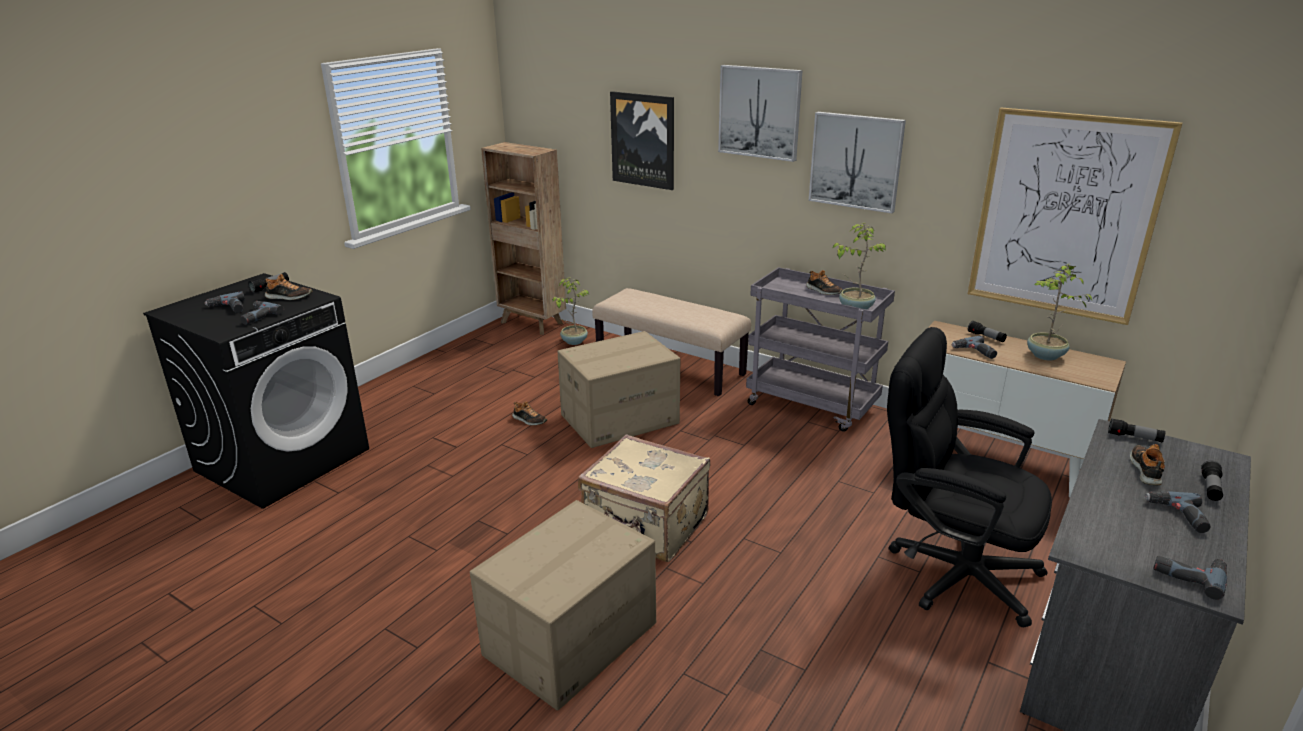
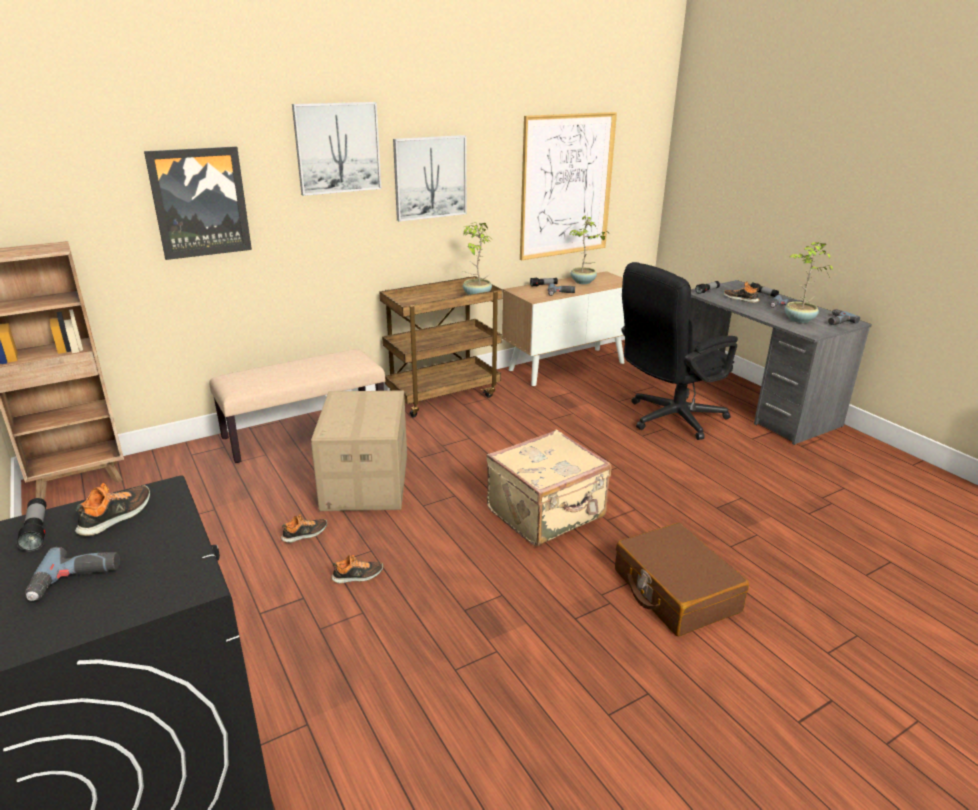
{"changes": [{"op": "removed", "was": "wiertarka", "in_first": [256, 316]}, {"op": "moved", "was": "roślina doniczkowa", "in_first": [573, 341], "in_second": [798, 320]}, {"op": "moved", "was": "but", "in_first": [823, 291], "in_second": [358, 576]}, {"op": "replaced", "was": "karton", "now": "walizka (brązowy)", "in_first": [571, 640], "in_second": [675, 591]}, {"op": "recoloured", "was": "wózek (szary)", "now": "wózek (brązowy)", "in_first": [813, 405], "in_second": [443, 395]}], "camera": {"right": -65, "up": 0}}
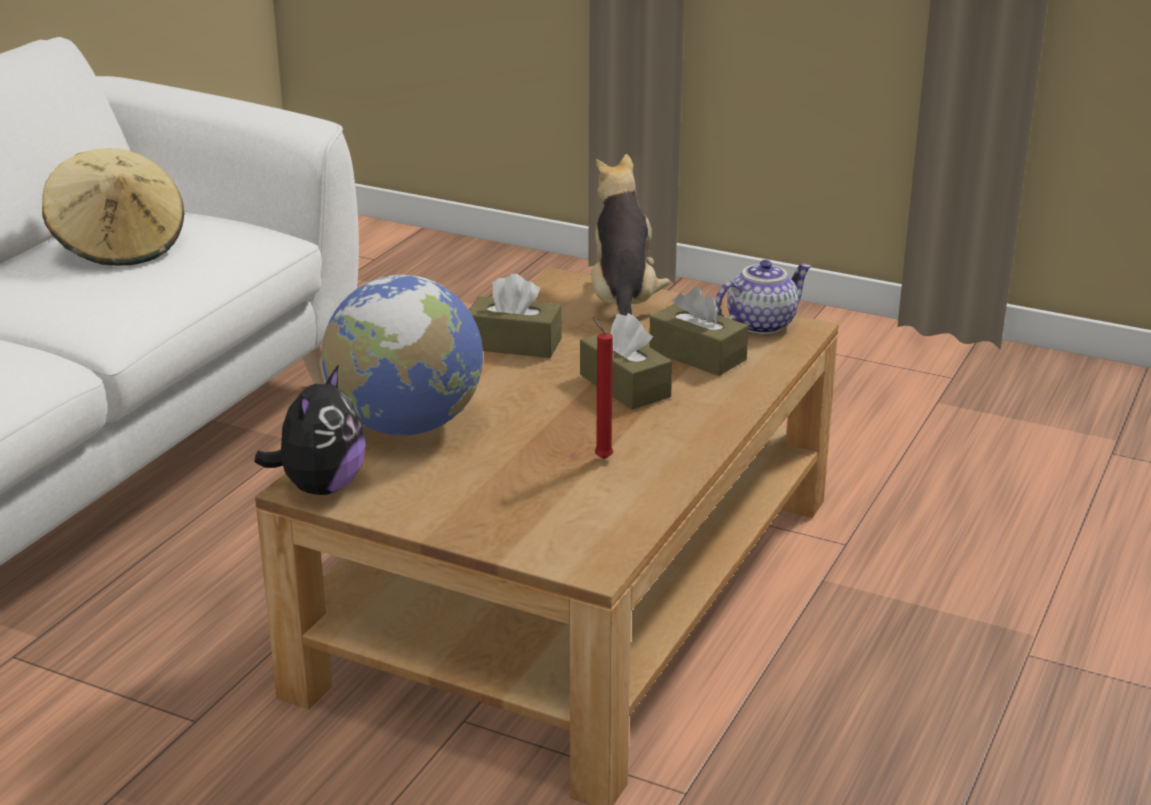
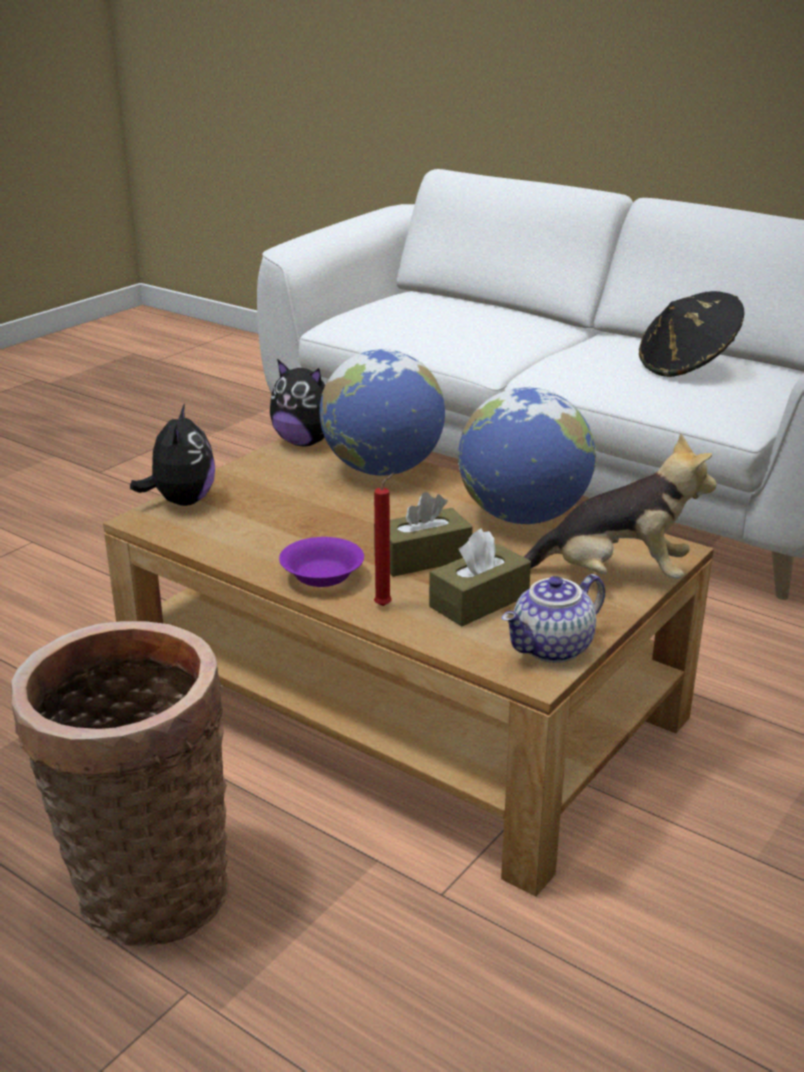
{"changes": [{"op": "added", "now": "koszyk", "in_second": [144, 889]}, {"op": "added", "now": "pluszak", "in_second": [181, 501]}, {"op": "added", "now": "miska (fioletowy)", "in_second": [321, 577]}, {"op": "moved", "was": "świeca (czerwony)", "in_first": [601, 457], "in_second": [385, 605]}, {"op": "replaced", "was": "pudełko chusteczek (brązowy)", "now": "globus", "in_first": [514, 344], "in_second": [523, 517]}, {"op": "recoloured", "was": "kapelusz (beżowy)", "now": "kapelusz (czarny)", "in_first": [119, 247], "in_second": [687, 366]}, {"op": "turned", "was": "imbryk", "in_first": [760, 324], "in_second": [553, 649], "clockwise": 75}], "camera": {"right": 100, "up": 0}}
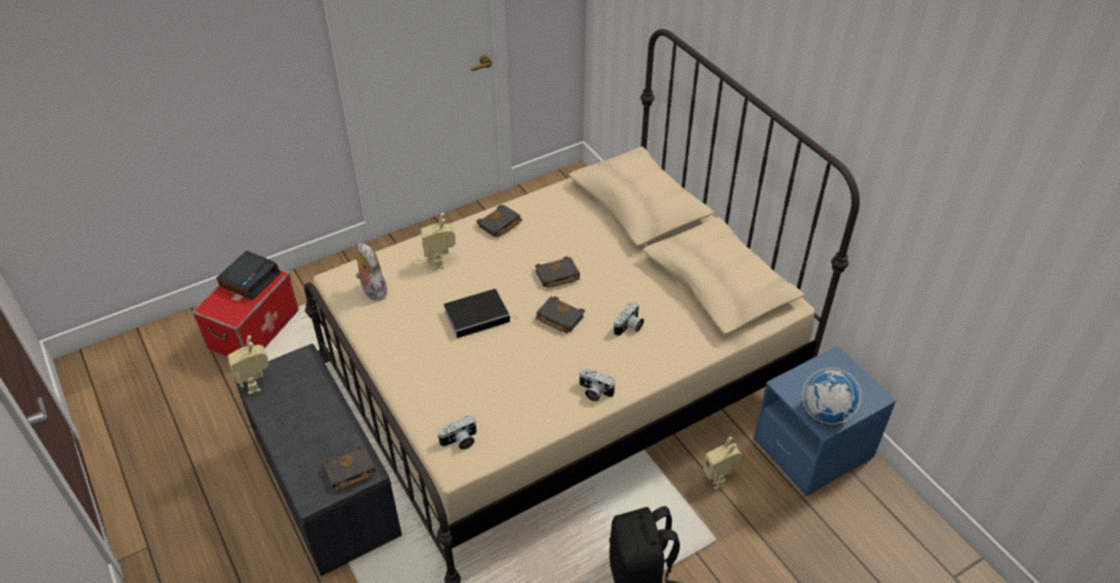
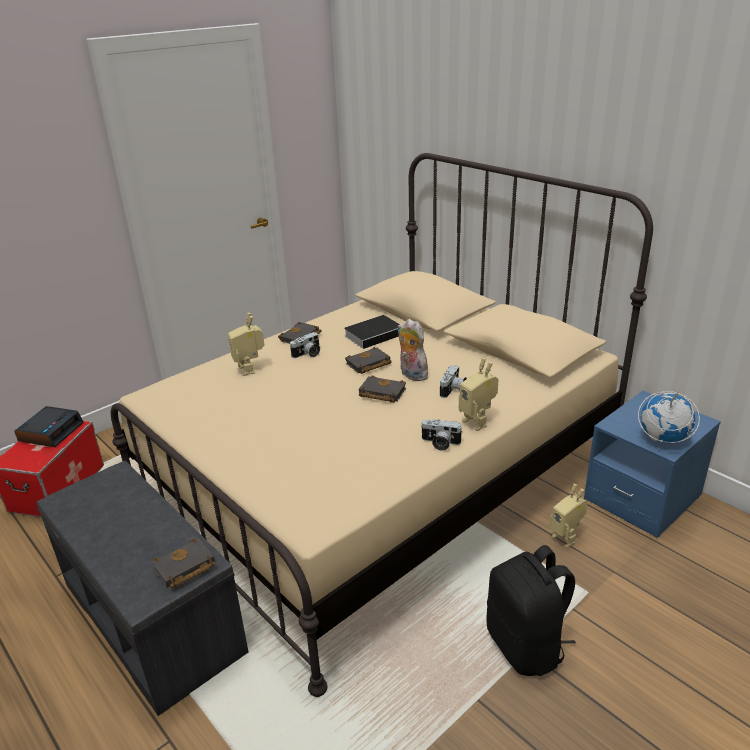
{"changes": [{"op": "moved", "was": "robot zabawkowy", "in_first": [256, 384], "in_second": [477, 422]}, {"op": "moved", "was": "pluszak", "in_first": [372, 291], "in_second": [411, 375]}, {"op": "moved", "was": "aparat fotograficzny", "in_first": [460, 441], "in_second": [308, 354]}, {"op": "moved", "was": "książka", "in_first": [478, 315], "in_second": [375, 334]}], "camera": {"right": -10, "up": -15}}
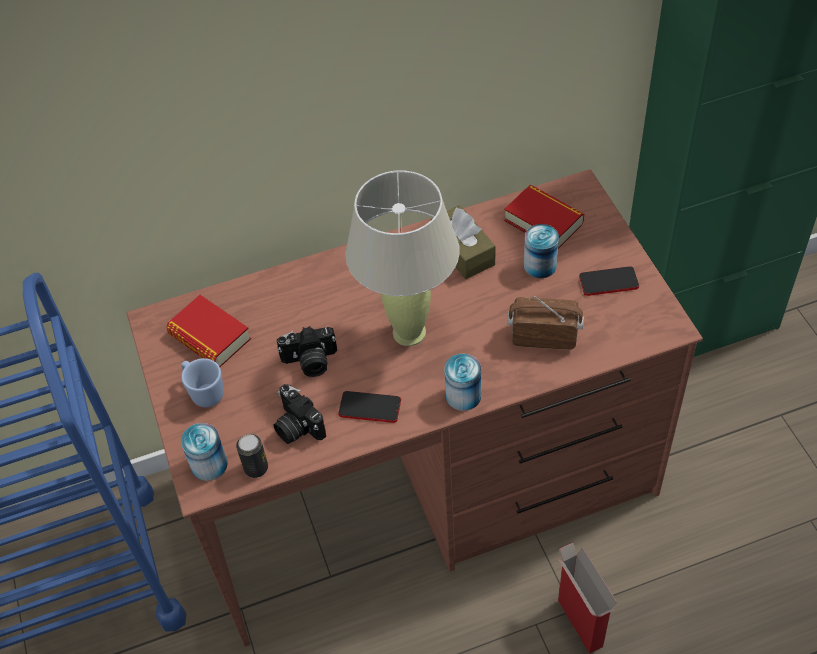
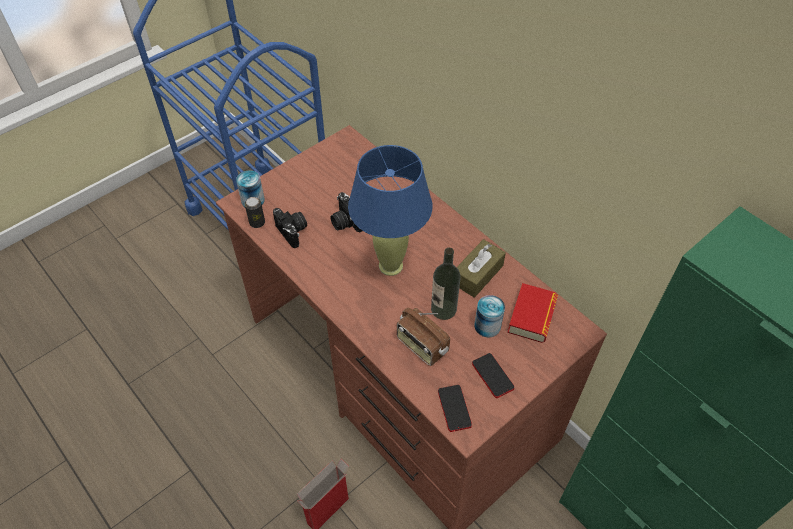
{"changes": [{"op": "removed", "was": "książka", "in_first": [210, 337]}, {"op": "removed", "was": "kubek (niebieski)", "in_first": [204, 392]}, {"op": "removed", "was": "puszka", "in_first": [463, 395]}, {"op": "added", "now": "butelka", "in_second": [443, 309]}, {"op": "moved", "was": "telefon", "in_first": [370, 408], "in_second": [454, 408]}, {"op": "recoloured", "was": "lampa stołowa (beżowy)", "now": "lampa stołowa (niebieski)", "in_first": [409, 332], "in_second": [391, 266]}, {"op": "turned", "was": "aparat fotograficzny", "in_first": [296, 427], "in_second": [293, 232], "clockwise": 120}, {"op": "turned", "was": "radio", "in_first": [544, 335], "in_second": [421, 346], "clockwise": 150}], "camera": {"right": 65, "up": 0}}
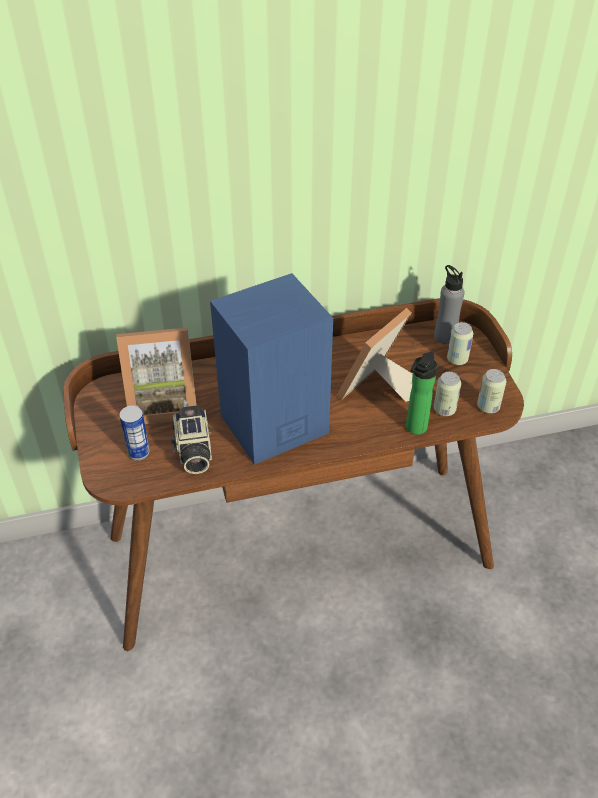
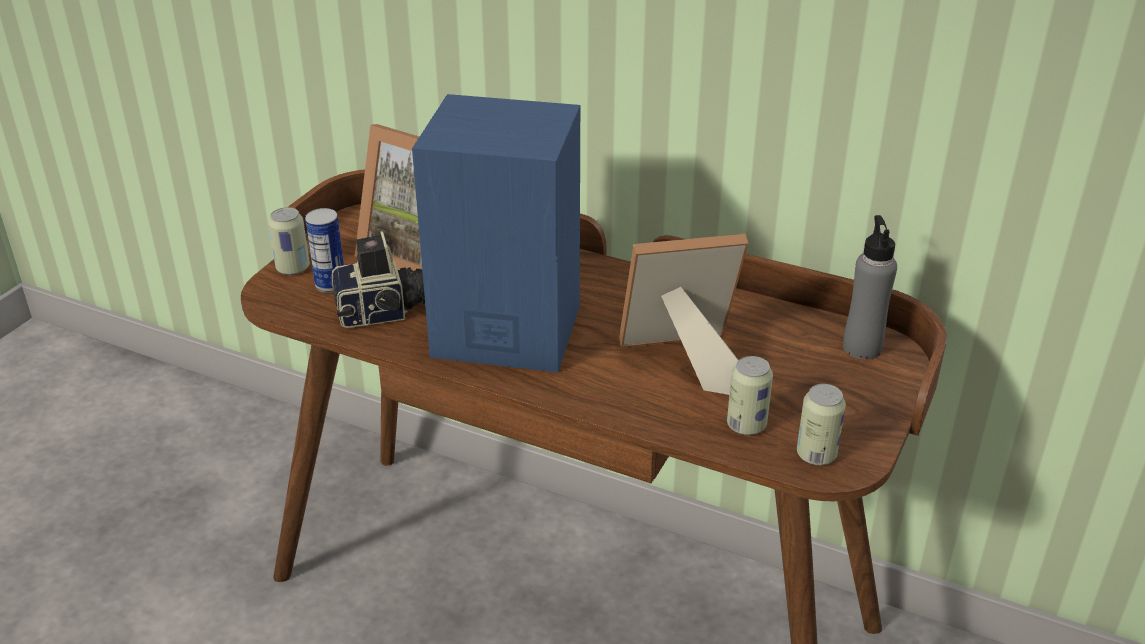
{"changes": [{"op": "removed", "was": "butelka", "in_first": [414, 429]}, {"op": "moved", "was": "puszka", "in_first": [457, 359], "in_second": [293, 268]}, {"op": "turned", "was": "aparat fotograficzny", "in_first": [193, 452], "in_second": [383, 312], "clockwise": -135}], "camera": {"right": 40, "up": -10}}
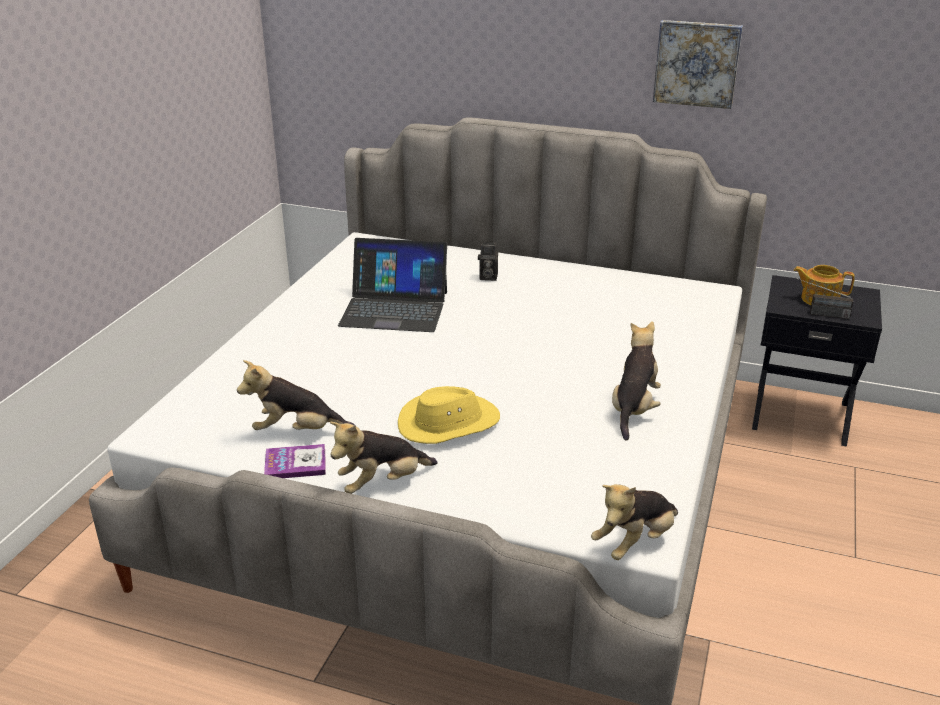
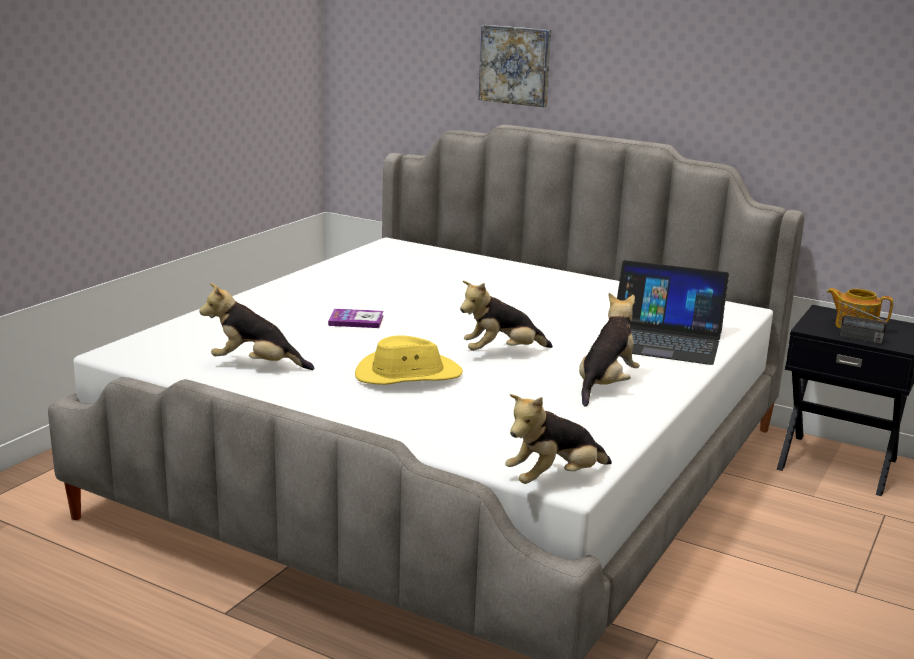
{"changes": [{"op": "removed", "was": "aparat fotograficzny", "in_first": [487, 277]}, {"op": "moved", "was": "książka", "in_first": [295, 463], "in_second": [356, 320]}, {"op": "moved", "was": "pluszak", "in_first": [382, 483], "in_second": [502, 353]}, {"op": "moved", "was": "laptop", "in_first": [394, 308], "in_second": [662, 340]}, {"op": "moved", "was": "obraz", "in_first": [697, 63], "in_second": [516, 65]}], "camera": {"right": 10, "up": -10}}
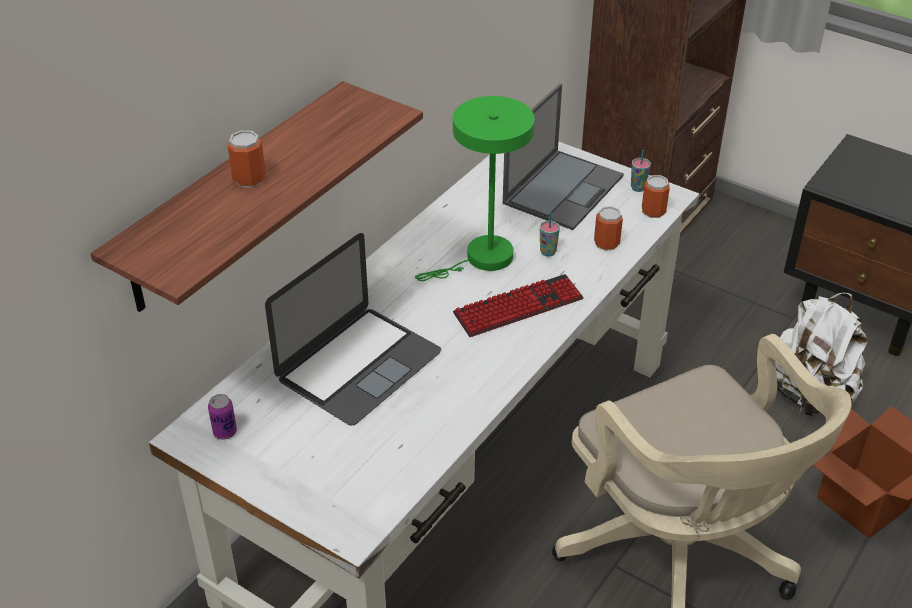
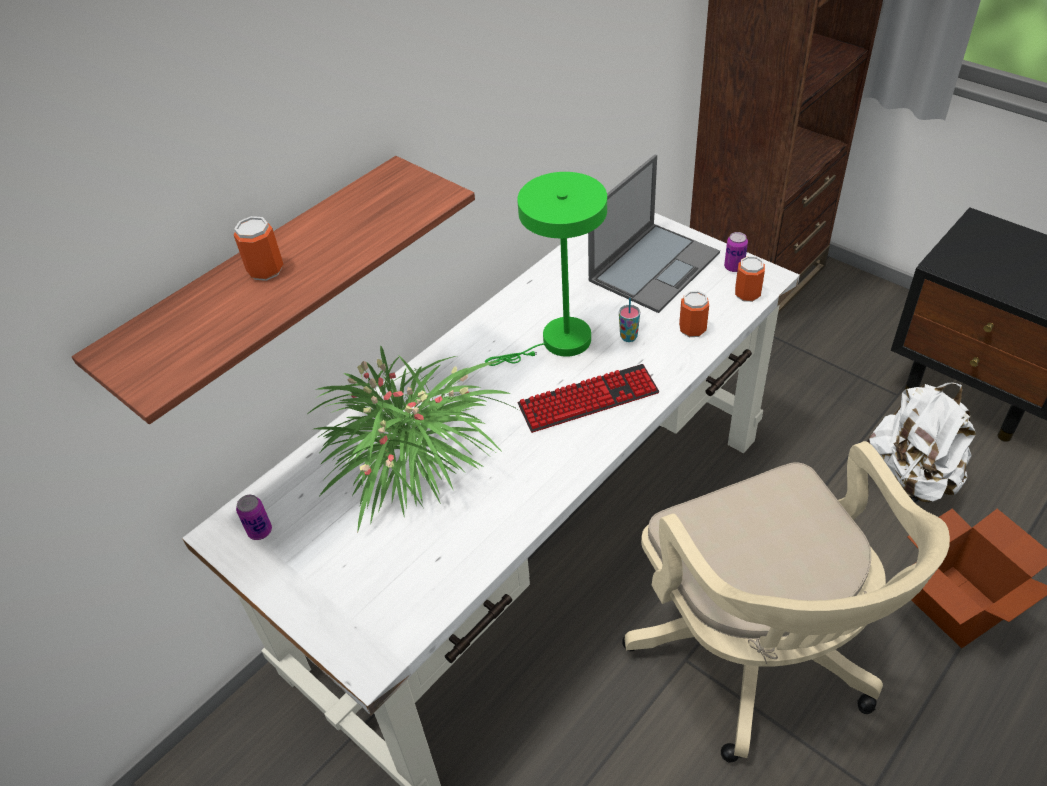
{"changes": [{"op": "replaced", "was": "laptop", "now": "roślina doniczkowa", "in_first": [358, 365], "in_second": [410, 459]}, {"op": "replaced", "was": "filiżanka", "now": "puszka", "in_first": [638, 188], "in_second": [734, 267]}], "camera": {"right": 10, "up": 5}}
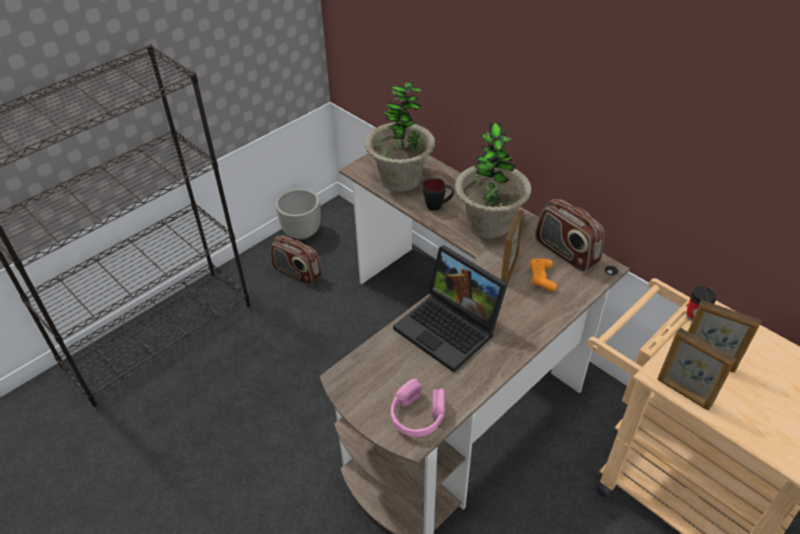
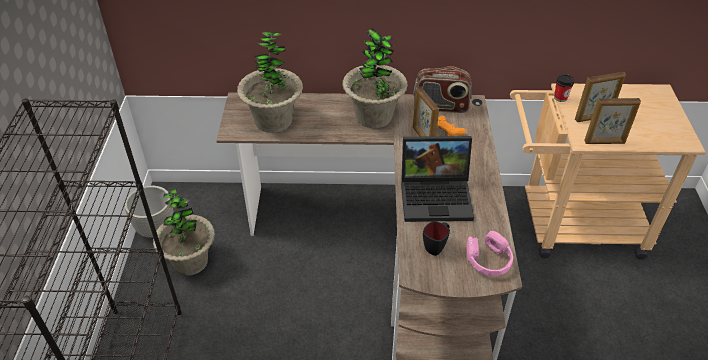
{"changes": [{"op": "moved", "was": "kubek (czarny)", "in_first": [438, 206], "in_second": [436, 246]}, {"op": "replaced", "was": "radio", "now": "roślina doniczkowa", "in_first": [297, 273], "in_second": [190, 261]}], "camera": {"right": -45, "up": 0}}
